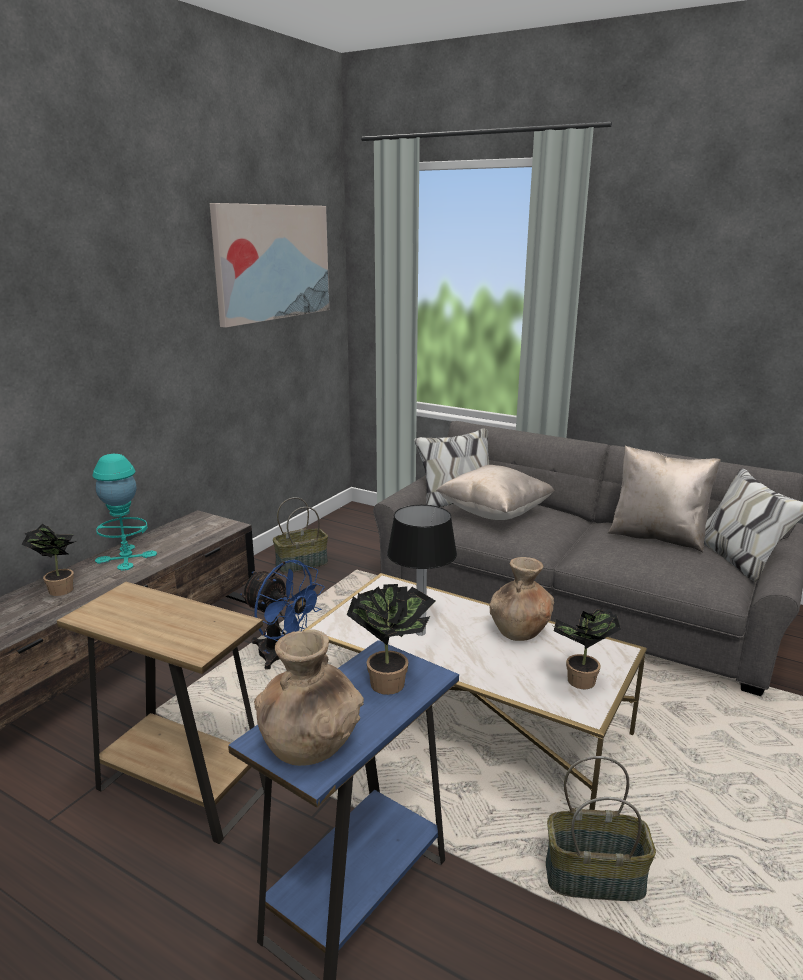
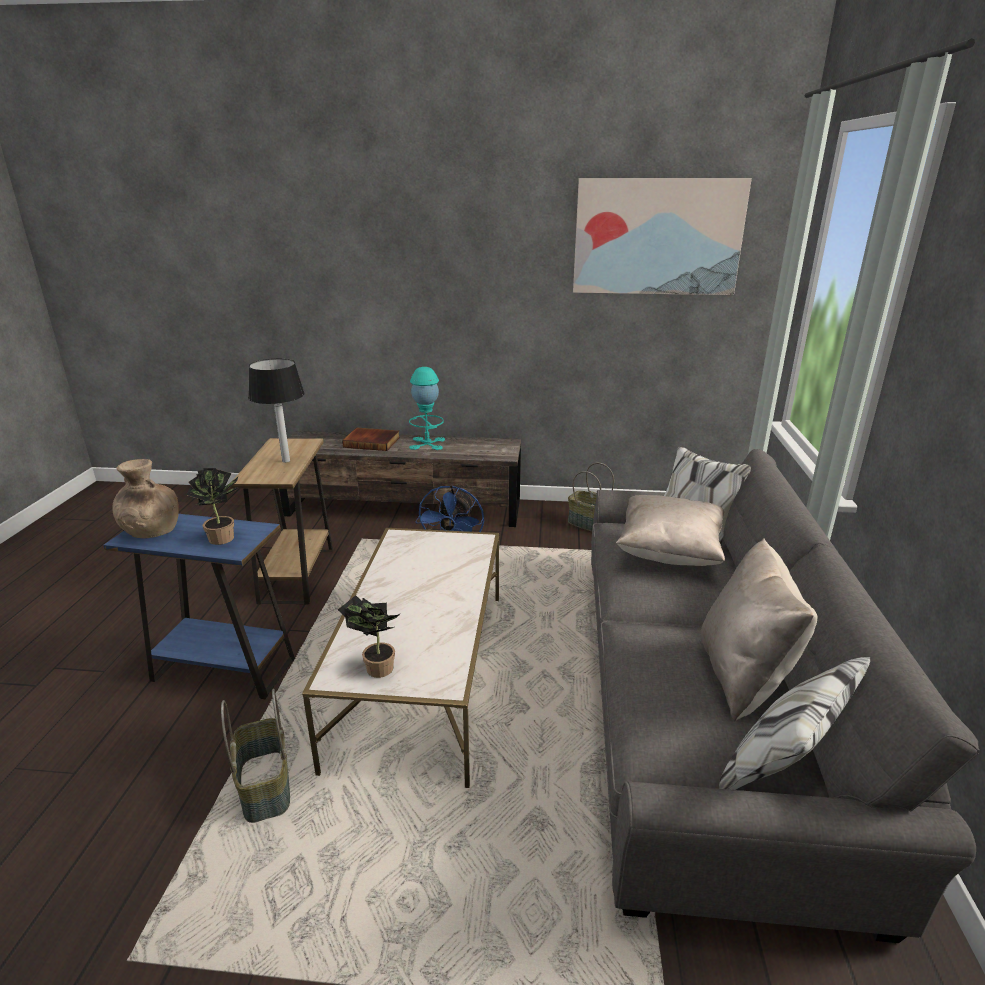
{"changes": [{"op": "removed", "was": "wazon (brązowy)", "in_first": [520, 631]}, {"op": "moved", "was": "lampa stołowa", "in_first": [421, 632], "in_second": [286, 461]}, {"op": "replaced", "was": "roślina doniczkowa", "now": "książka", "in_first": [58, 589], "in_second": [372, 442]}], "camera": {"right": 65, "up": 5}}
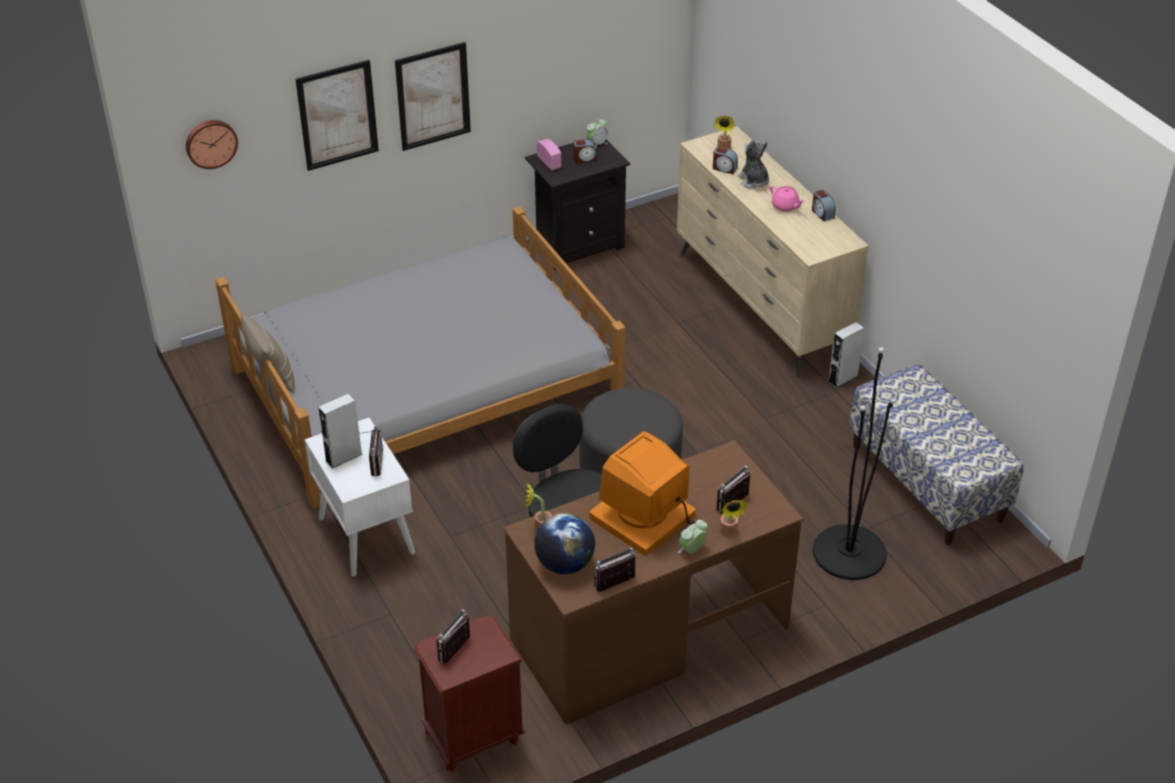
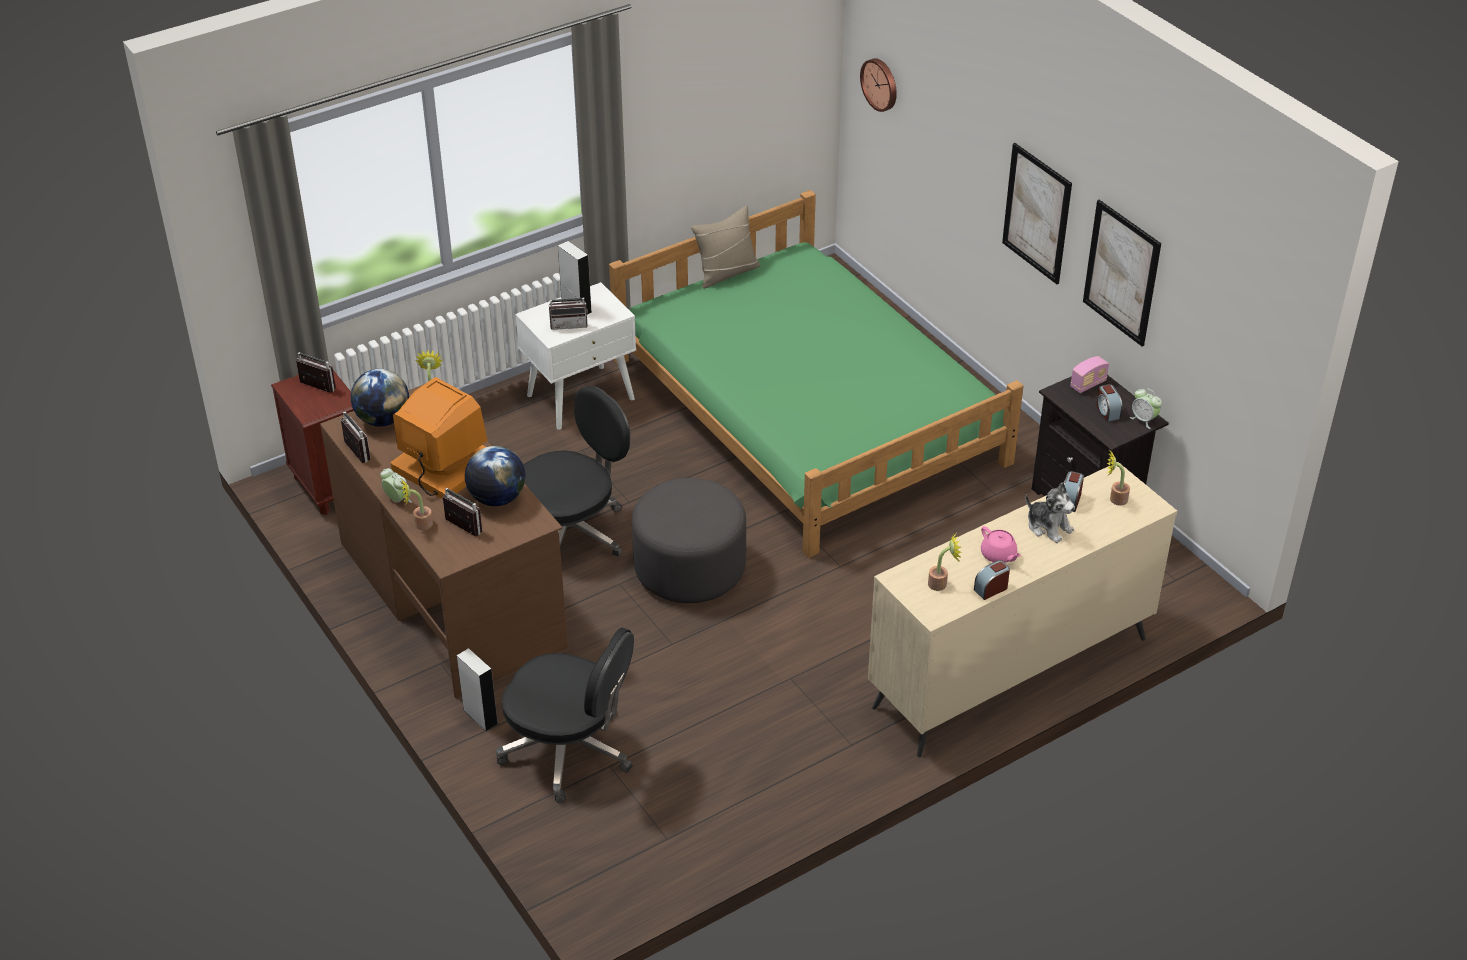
{"changes": [{"op": "removed", "was": "ławka", "in_first": [927, 482]}, {"op": "added", "now": "globus", "in_second": [497, 498]}, {"op": "added", "now": "roślina doniczkowa", "in_second": [941, 583]}, {"op": "moved", "was": "obraz", "in_first": [337, 115], "in_second": [1121, 273]}, {"op": "moved", "was": "głośnik (szary)", "in_first": [842, 378], "in_second": [480, 717]}, {"op": "replaced", "was": "lampa stojąca (czarny)", "now": "krzesło biurowe (czarny)", "in_first": [849, 552], "in_second": [570, 750]}, {"op": "recoloured", "was": "łóżko (szary)", "now": "łóżko (zielony)", "in_first": [426, 382], "in_second": [809, 411]}, {"op": "turned", "was": "pluszak", "in_first": [753, 181], "in_second": [1048, 527], "clockwise": 75}, {"op": "turned", "was": "imbryk (różowy)", "in_first": [785, 206], "in_second": [998, 555], "clockwise": -75}], "camera": {"right": 85, "up": 0}}
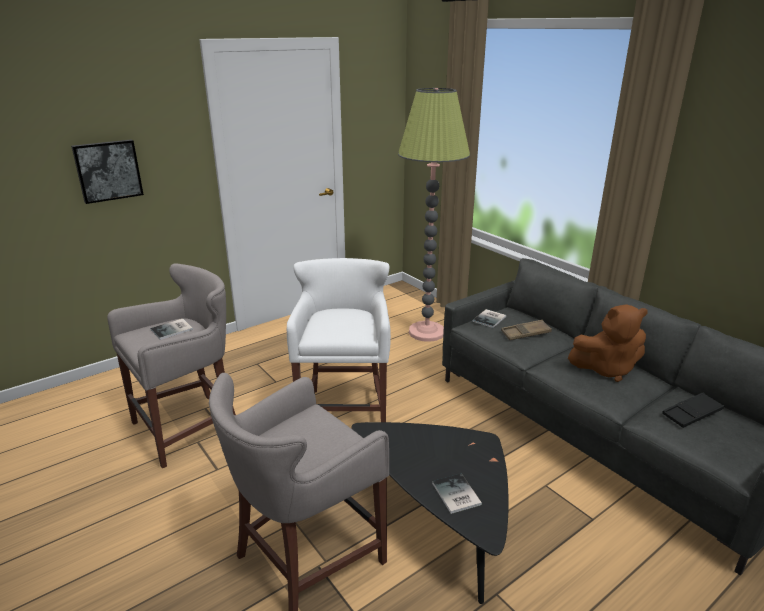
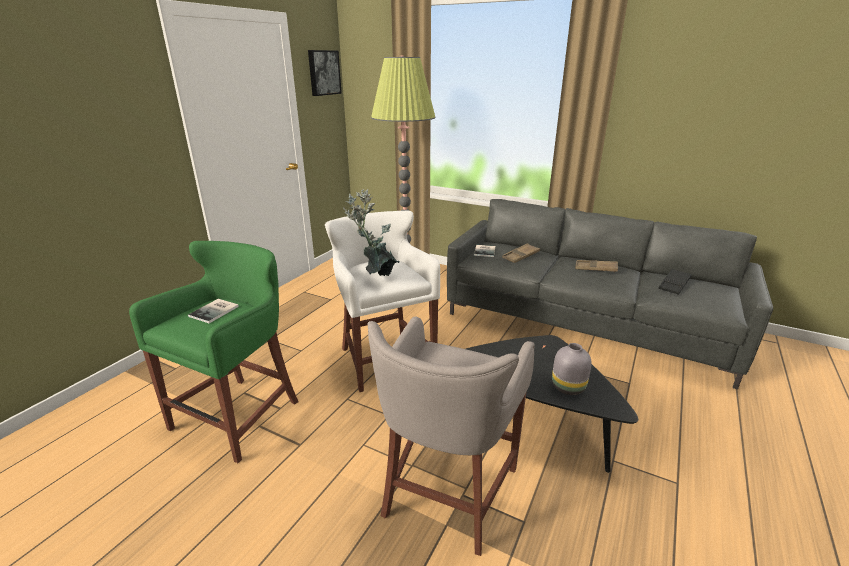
{"changes": [{"op": "added", "now": "roślina doniczkowa", "in_second": [376, 275]}, {"op": "moved", "was": "obraz", "in_first": [108, 170], "in_second": [323, 72]}, {"op": "replaced", "was": "książka", "now": "wazon (szary)", "in_first": [455, 495], "in_second": [568, 388]}, {"op": "replaced", "was": "pluszak (brązowy)", "now": "taca (brązowy)", "in_first": [606, 369], "in_second": [595, 269]}, {"op": "recoloured", "was": "stołek (szary)", "now": "stołek (zielony)", "in_first": [190, 426], "in_second": [240, 414]}], "camera": {"right": -25, "up": 0}}
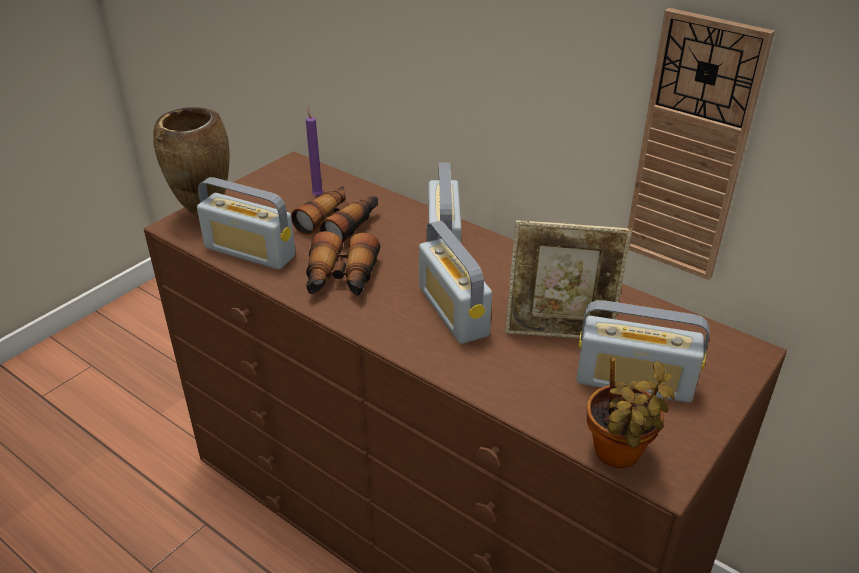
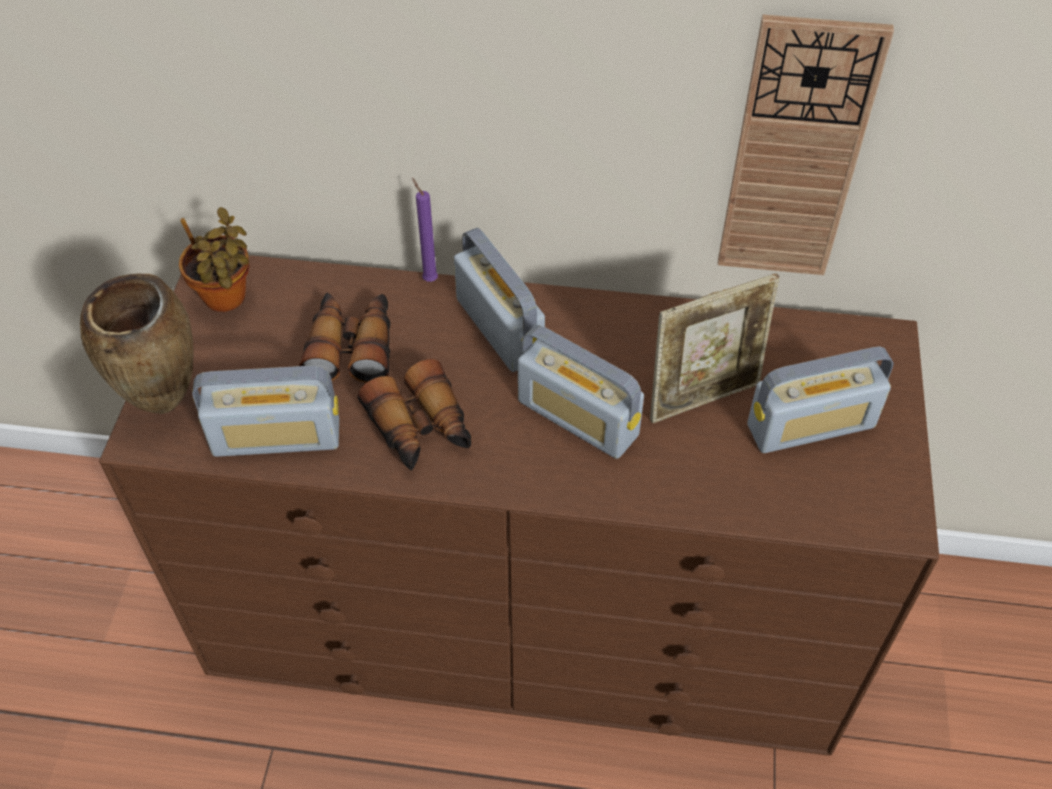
{"changes": [{"op": "moved", "was": "świeca (fioletowy)", "in_first": [317, 195], "in_second": [428, 279]}, {"op": "moved", "was": "roślina doniczkowa", "in_first": [618, 456], "in_second": [227, 300]}], "camera": {"right": -30, "up": 15}}
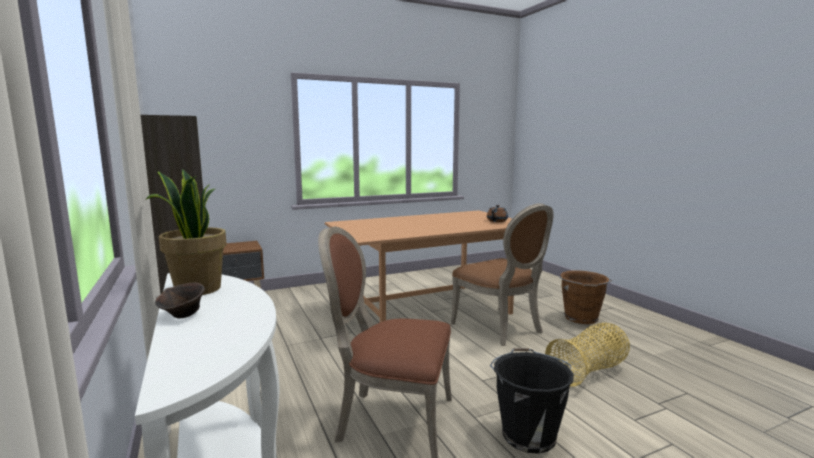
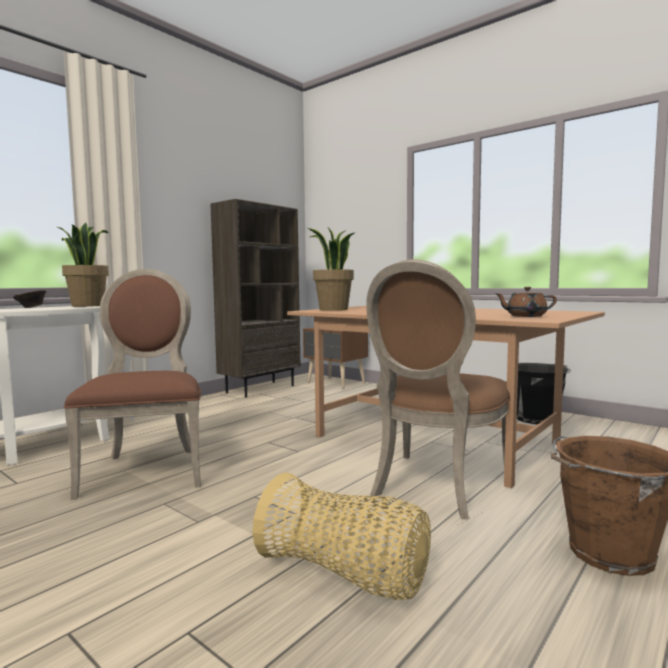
{"changes": [{"op": "added", "now": "roślina doniczkowa", "in_second": [333, 309]}, {"op": "moved", "was": "wiadro (czarny)", "in_first": [528, 434], "in_second": [537, 419]}], "camera": {"right": 65, "up": -5}}
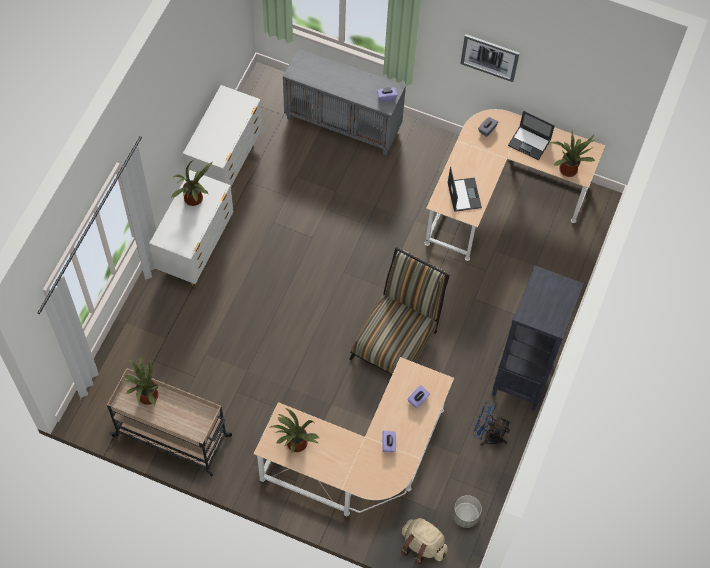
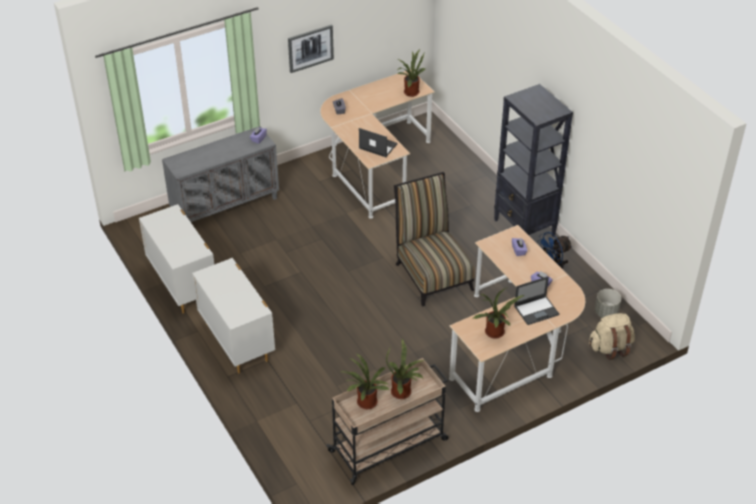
{"changes": [{"op": "moved", "was": "roślina doniczkowa", "in_first": [194, 200], "in_second": [403, 392]}, {"op": "moved", "was": "laptop", "in_first": [529, 143], "in_second": [536, 310]}], "camera": {"right": -50, "up": -20}}
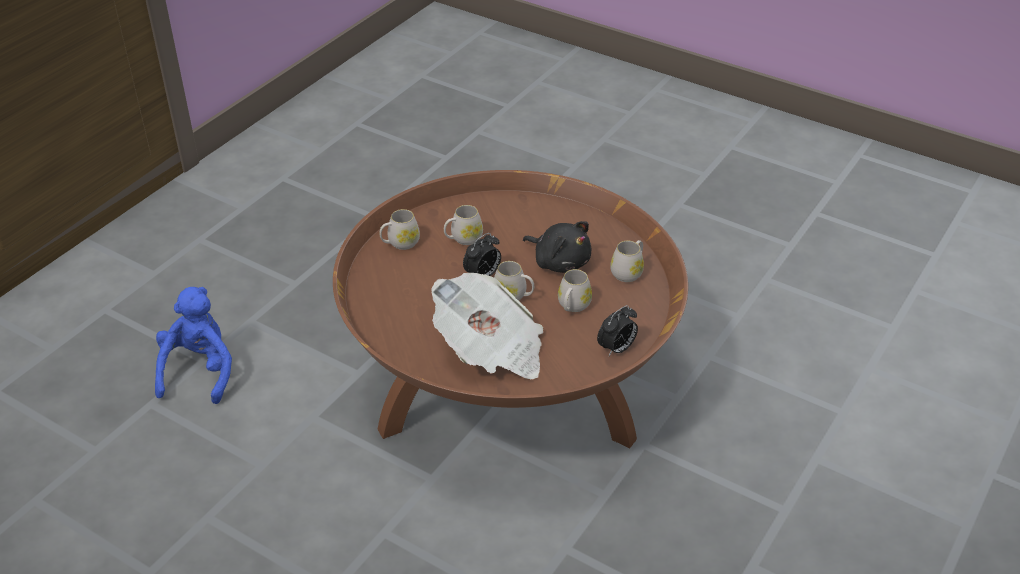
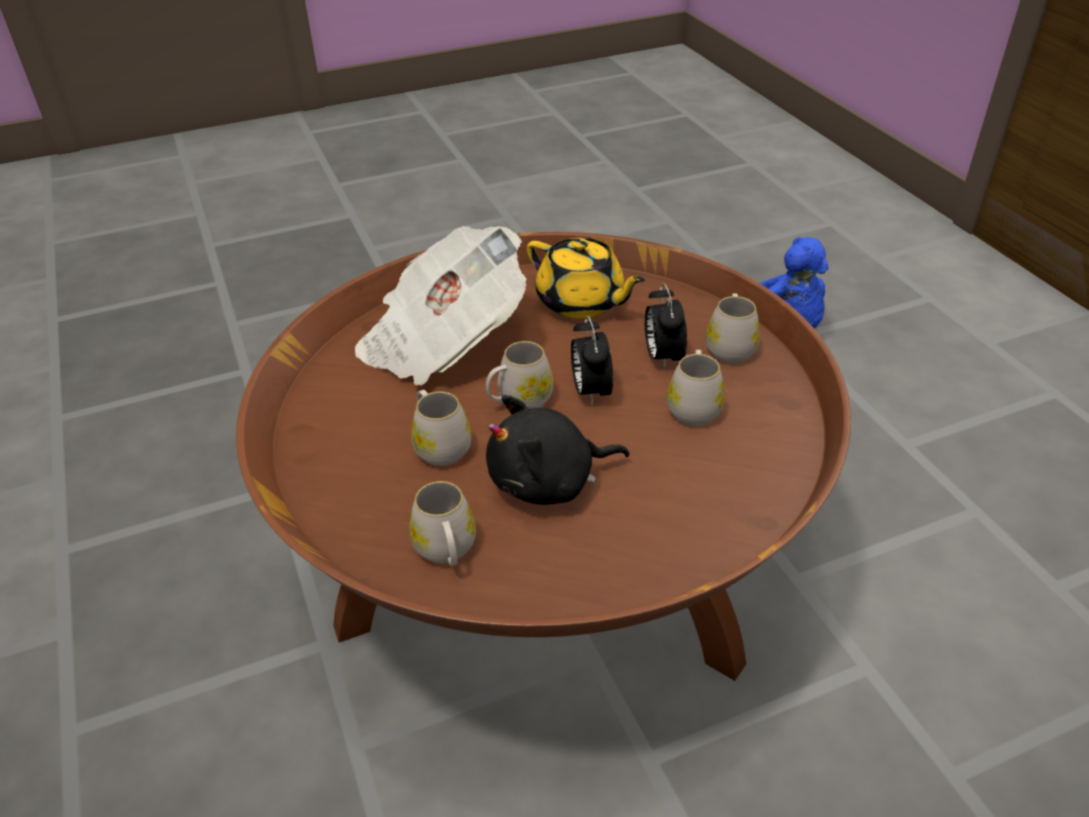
{"changes": [{"op": "added", "now": "imbryk (żółty)", "in_second": [581, 302]}, {"op": "moved", "was": "budzik", "in_first": [616, 349], "in_second": [662, 357]}], "camera": {"right": 125, "up": 0}}
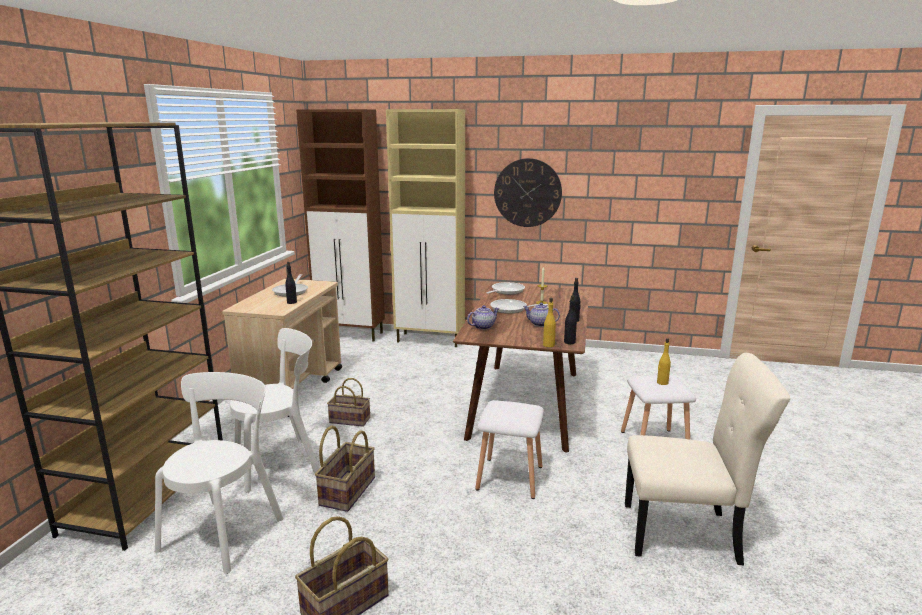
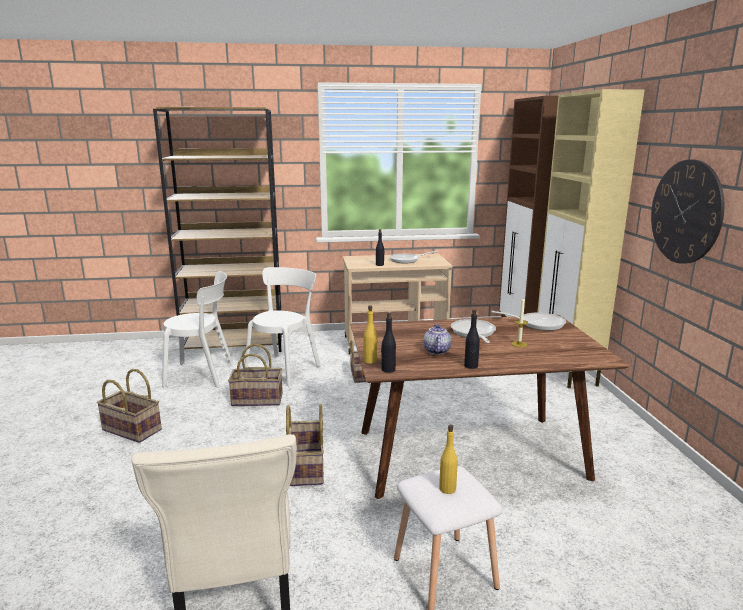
{"changes": [{"op": "removed", "was": "imbryk", "in_first": [483, 327]}, {"op": "replaced", "was": "stołek (biały)", "now": "koszyk", "in_first": [508, 478], "in_second": [306, 467]}, {"op": "turned", "was": "krzesło (biały)", "in_first": [281, 462], "in_second": [285, 369], "clockwise": -105}], "camera": {"right": 70, "up": 0}}
